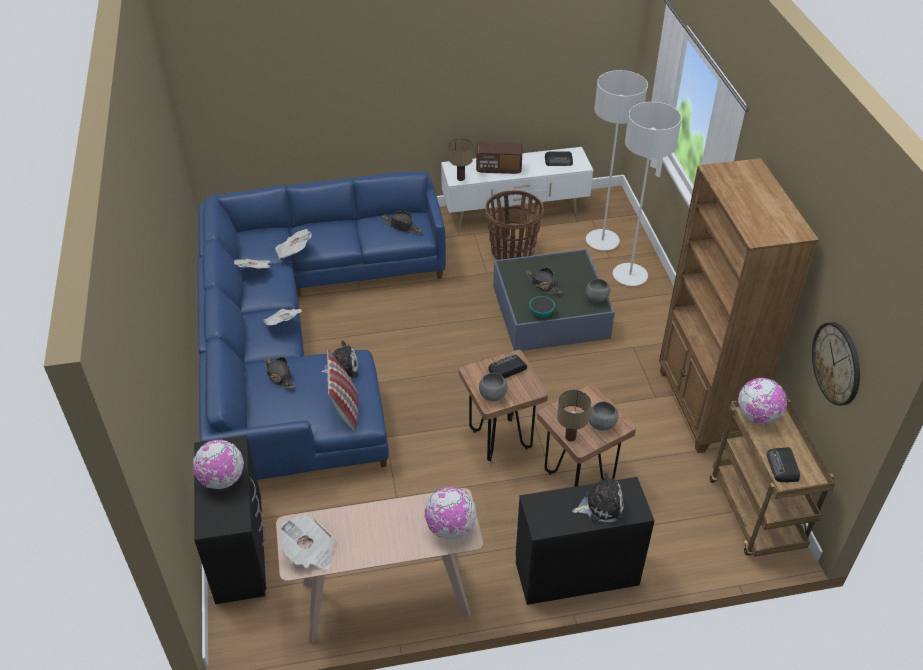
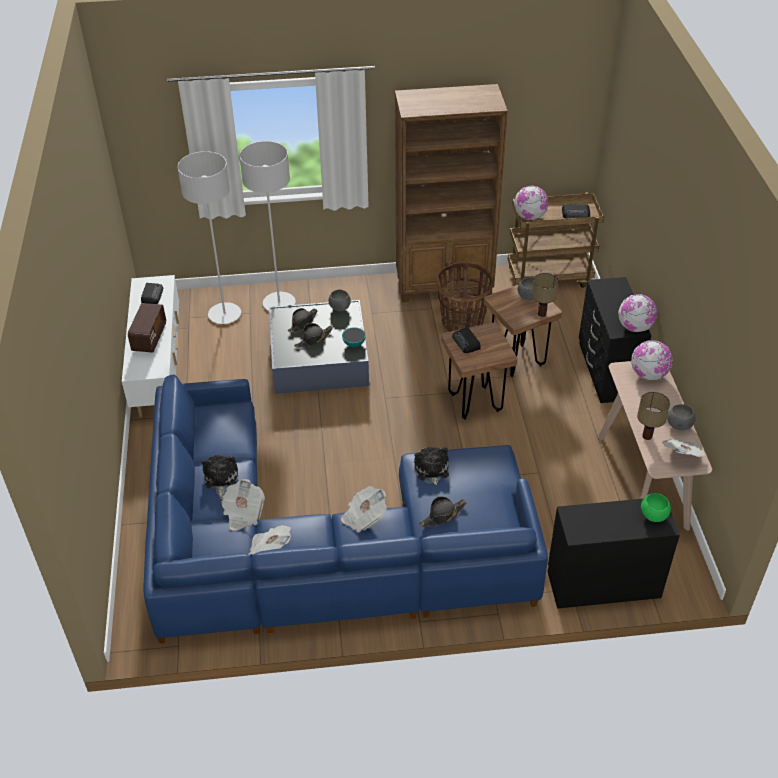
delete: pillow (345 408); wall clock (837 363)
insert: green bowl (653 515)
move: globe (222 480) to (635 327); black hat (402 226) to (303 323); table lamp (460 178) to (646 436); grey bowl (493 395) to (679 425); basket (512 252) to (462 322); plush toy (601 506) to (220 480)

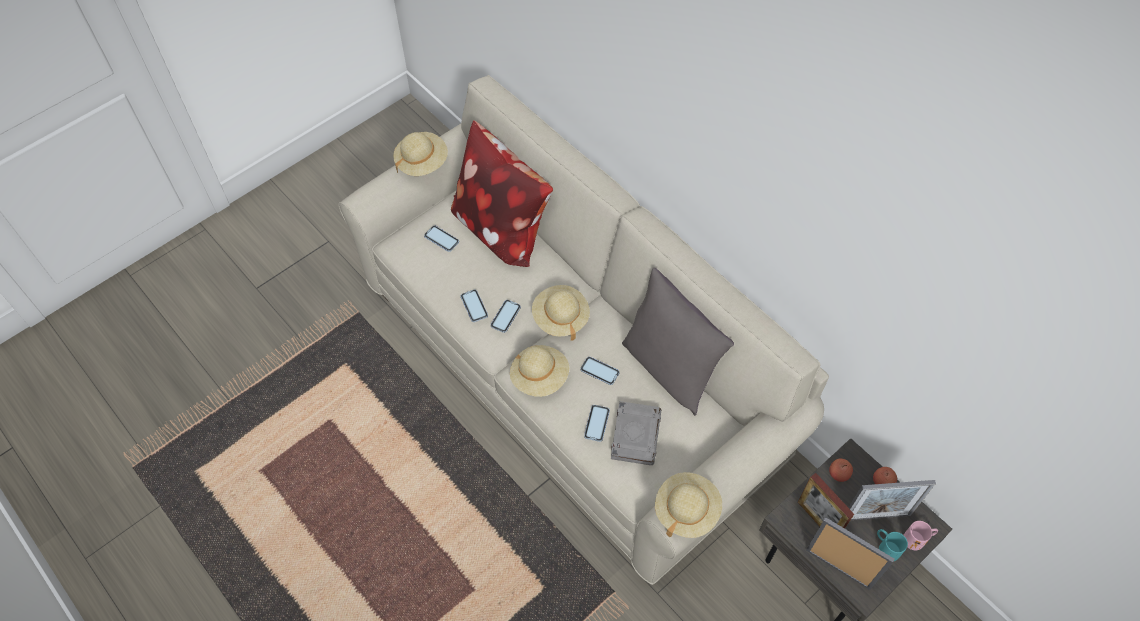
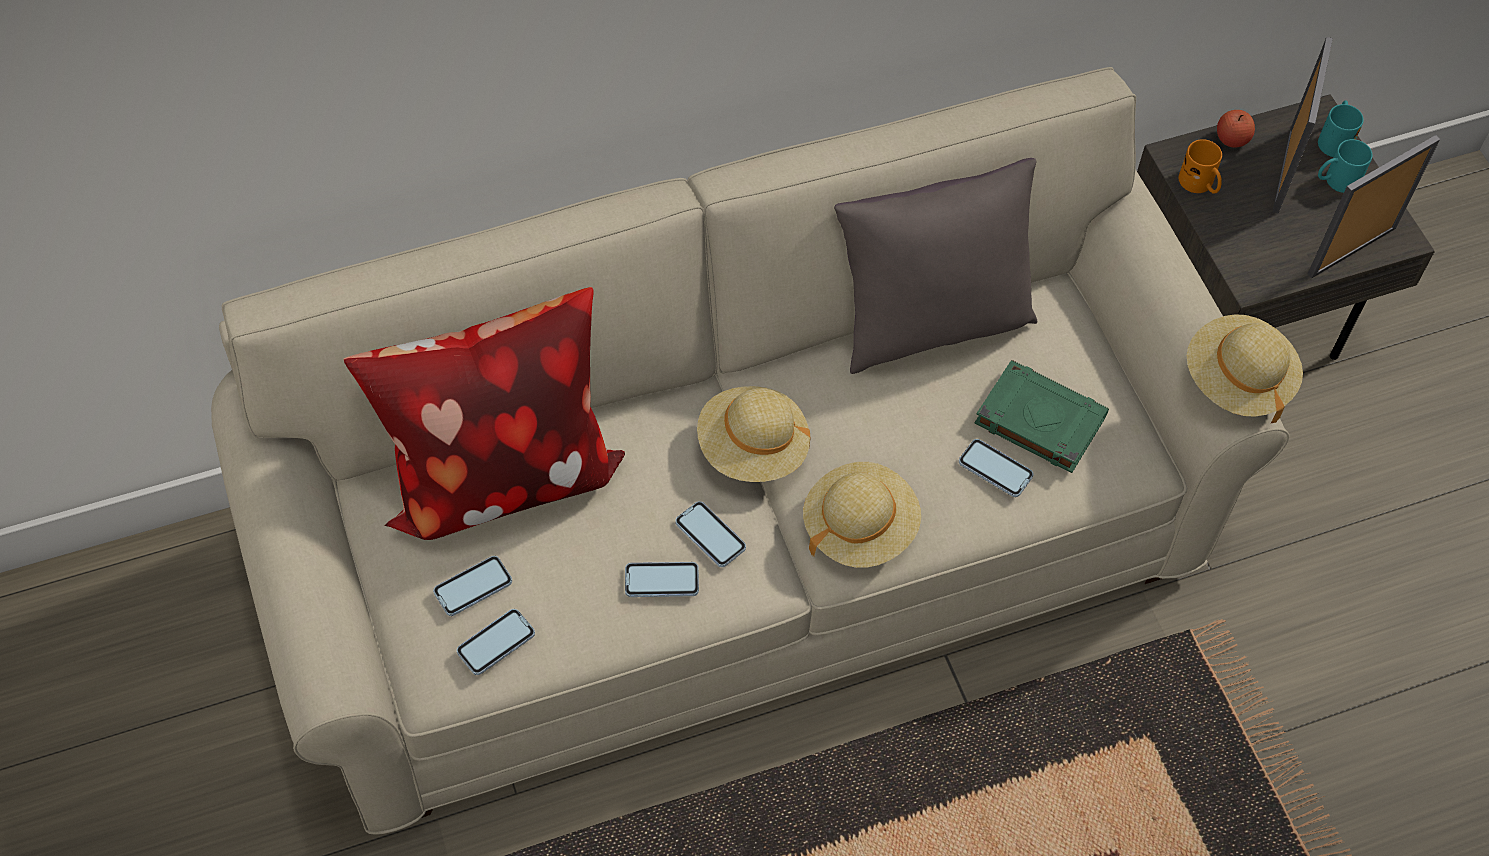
delete: beige hat (422 162); picture frame (818 519)
move: phone (599 371) to (496 643)
replace: apple (838 474) to orange mug (1200 185)
recolor: grey book (635 434) to green book (1038 420); pink mug (918 539) to turquoise mug (1334 138)

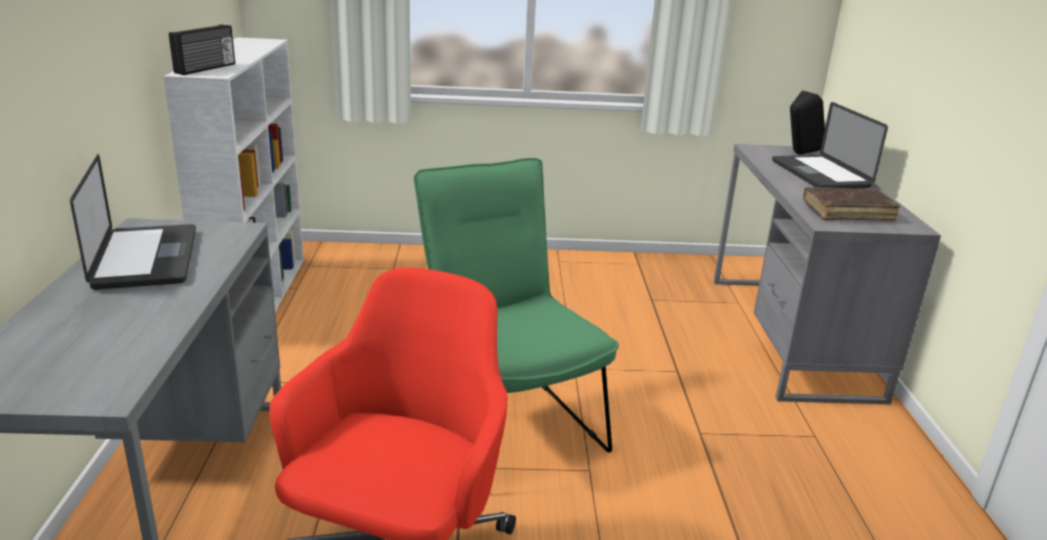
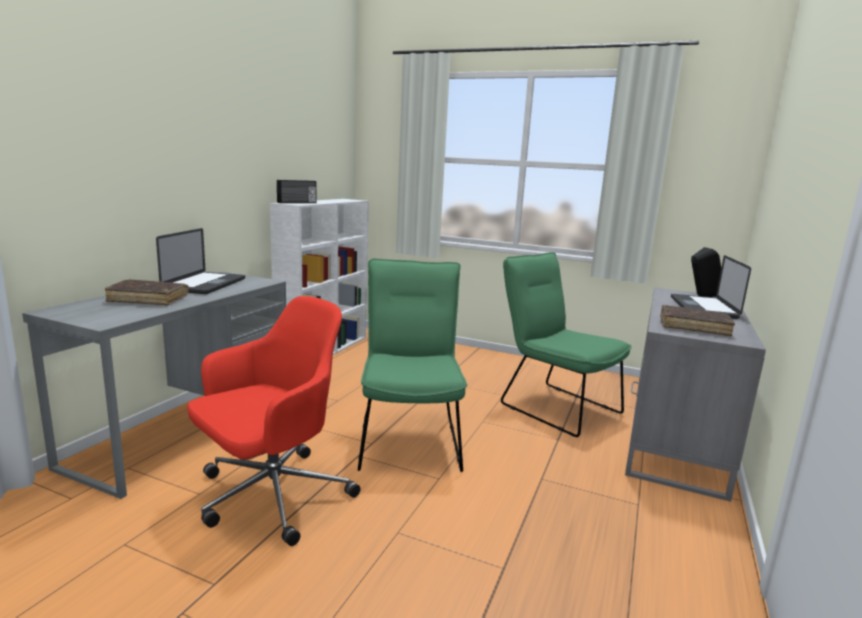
insert: brown book (148 299); green chair (553 406)

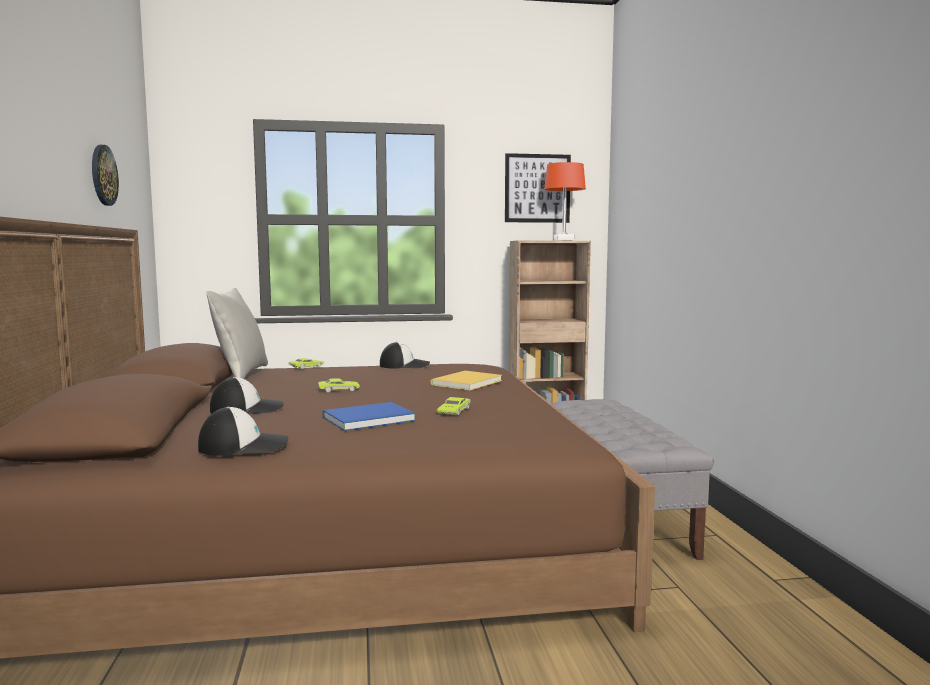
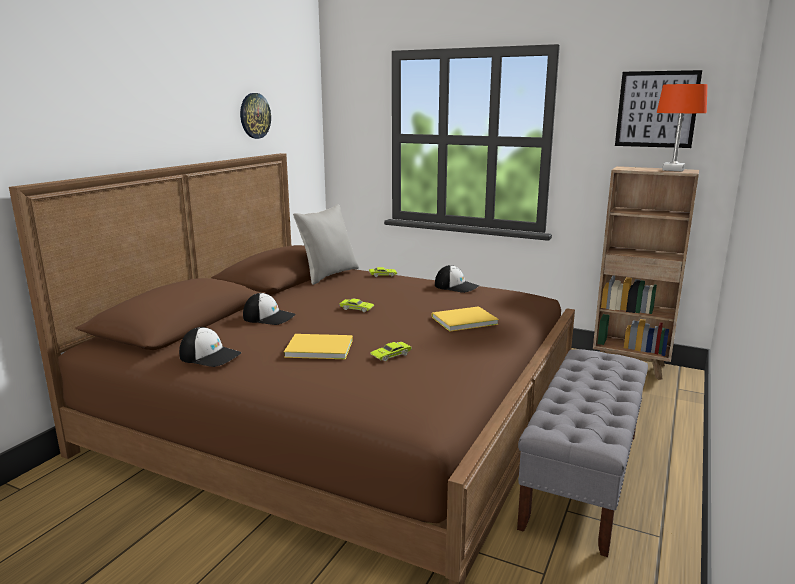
recolor: blue book (365 419) to yellow book (317 348)

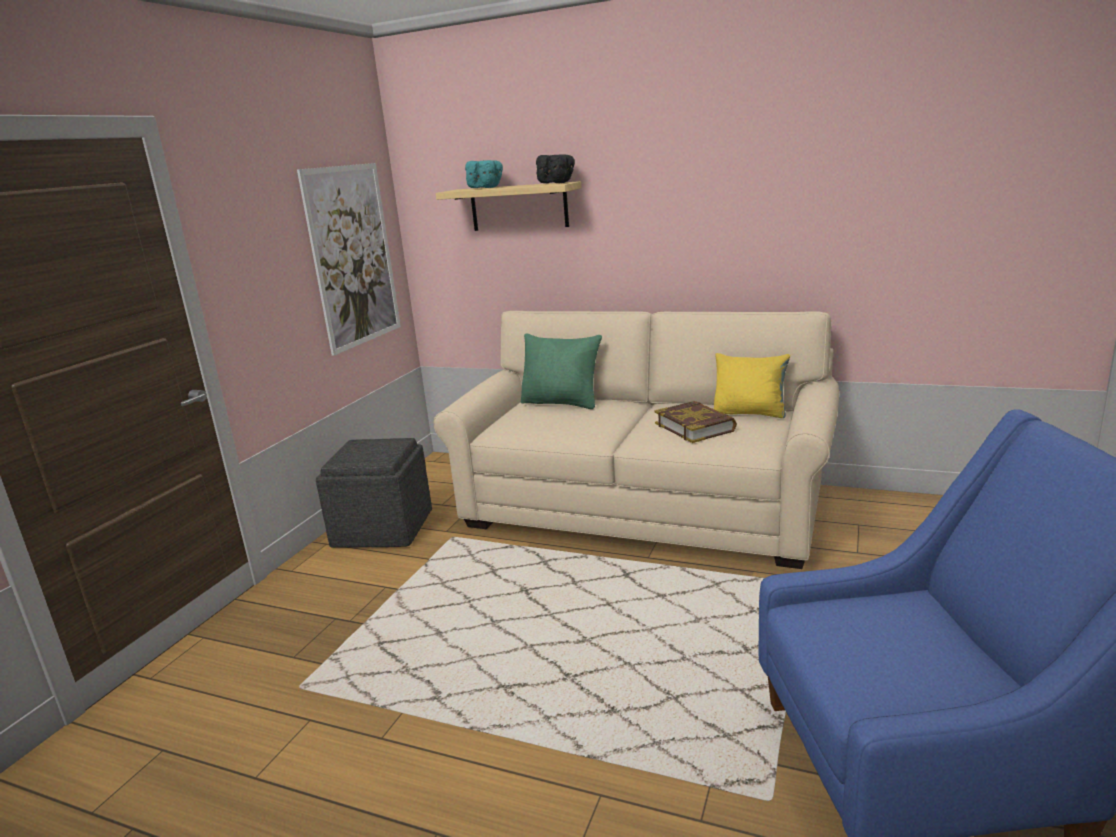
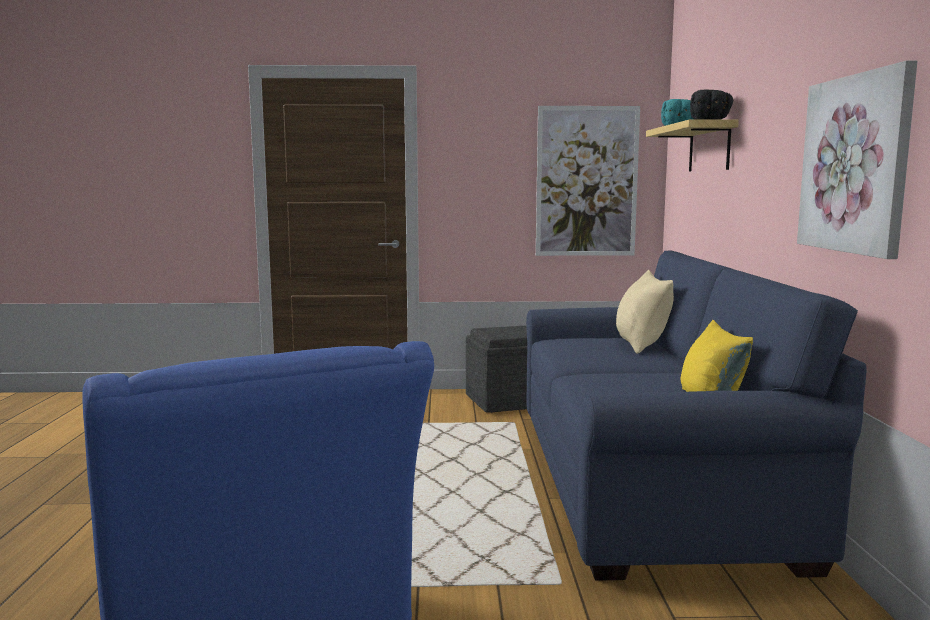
delete: book (695 427)
insert: picture (856 164)
recolor: beige sofa (643 509) to blue sofa (645 482); green pillow (562 403) to beige pillow (641 345)

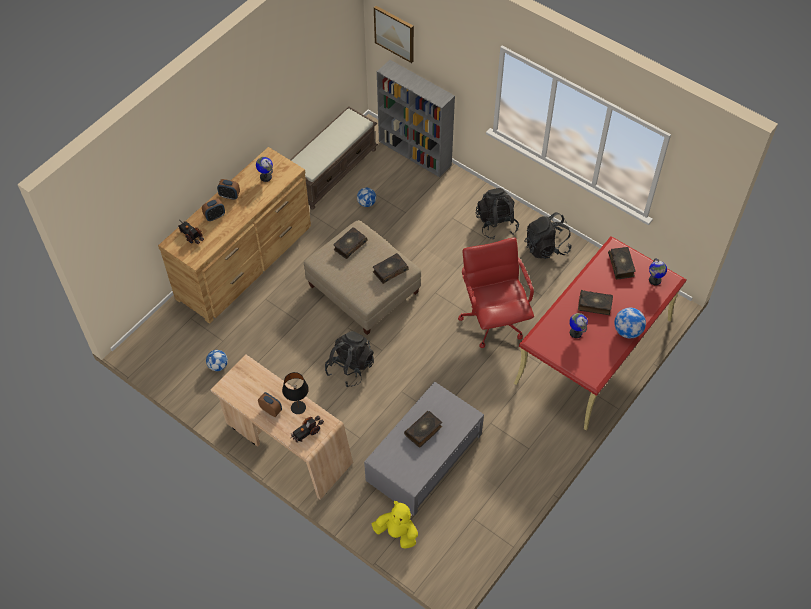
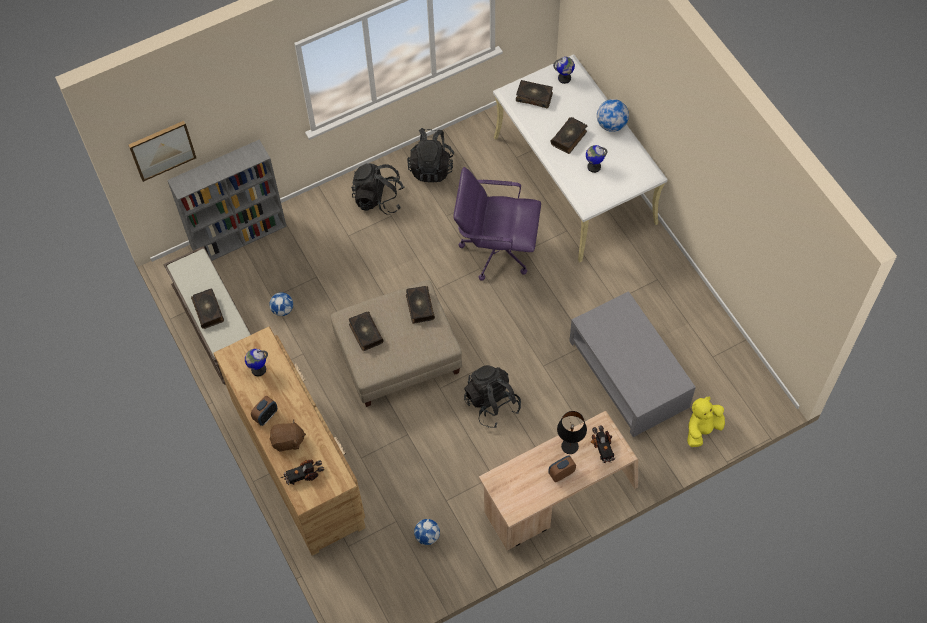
move: book (423 431) to (208 311)
replace: alarm clock (215 216) to brown plush toy (288 441)
recolor: red office chair (493 319) to purple office chair (496 249); red desk (593 351) to white desk (575 180)

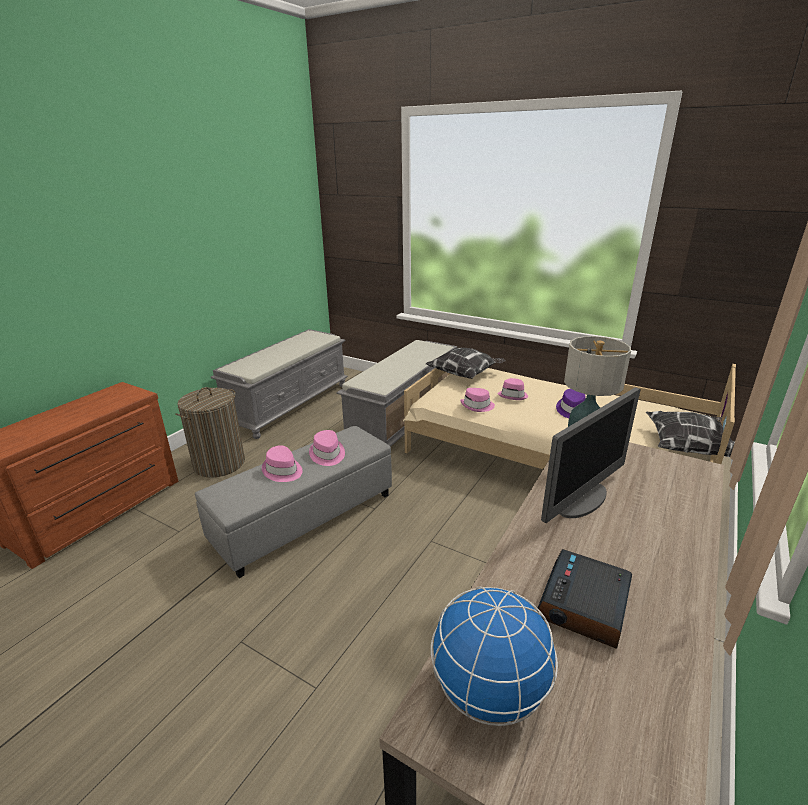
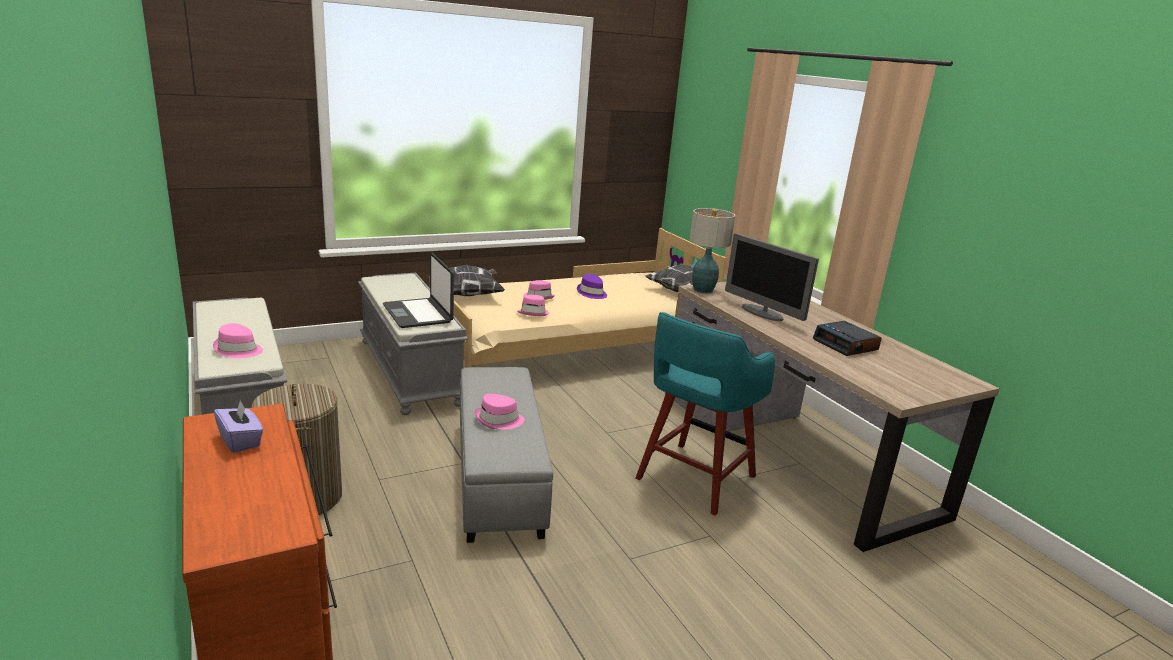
delete: globe (489 692)
insert: purple tissue box (241 441); laptop (418 314); turquoise stool (693 479)
move: pink hat (327 454) to (238 350)
rotate: monitor (582 500) = (762 313) 150 degrees clockwise

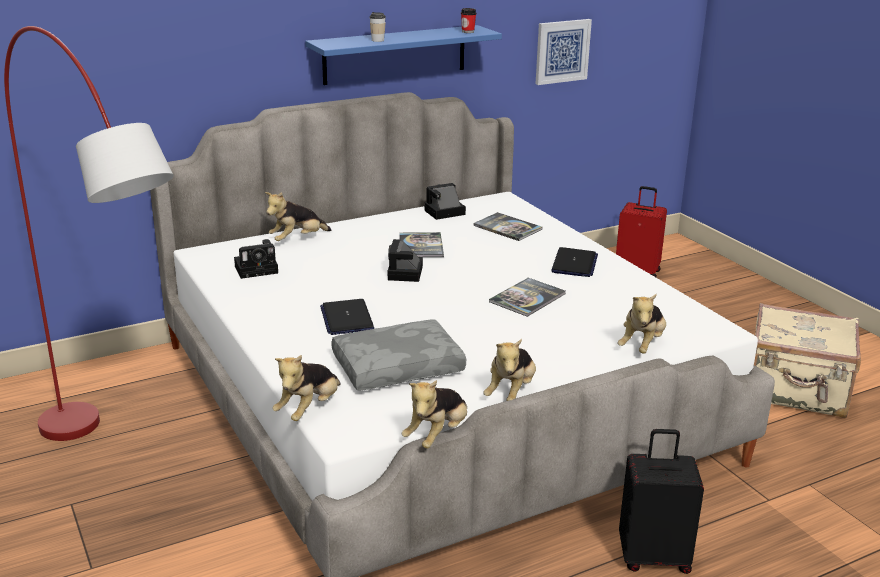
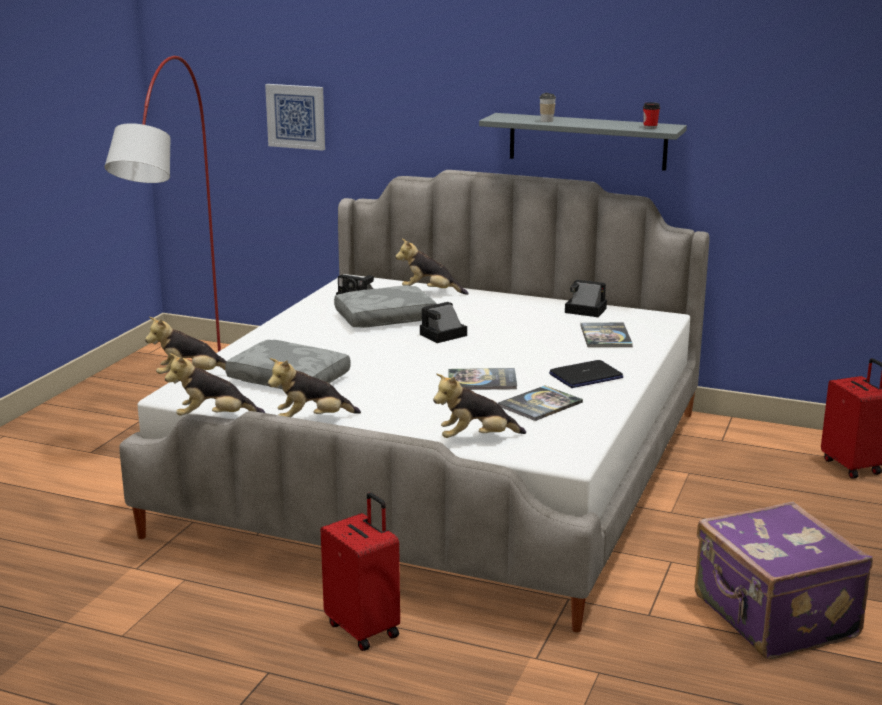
delete: laptop (346 318)
insert: grey pillow (385 319)
move: book (421 246) to (540 404); picture (562 51) to (296 116)
recolor: blue shelf (395 54) to grey shelf (587 141); black suitcase (653 557) to red suitcase (364 629); beige suitcase (797 391) to purple suitcase (773 618)

